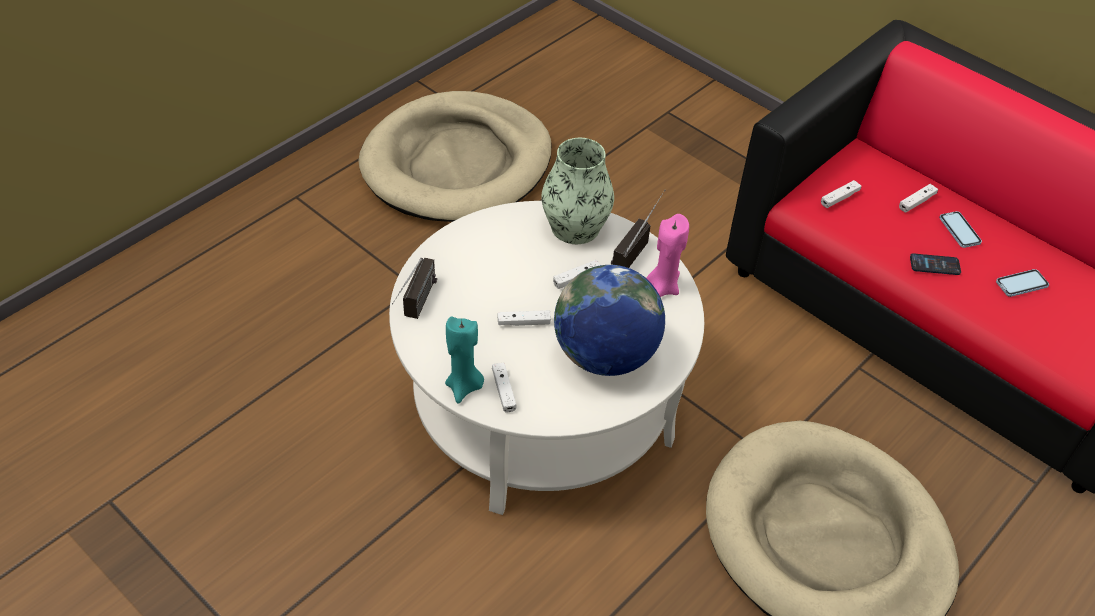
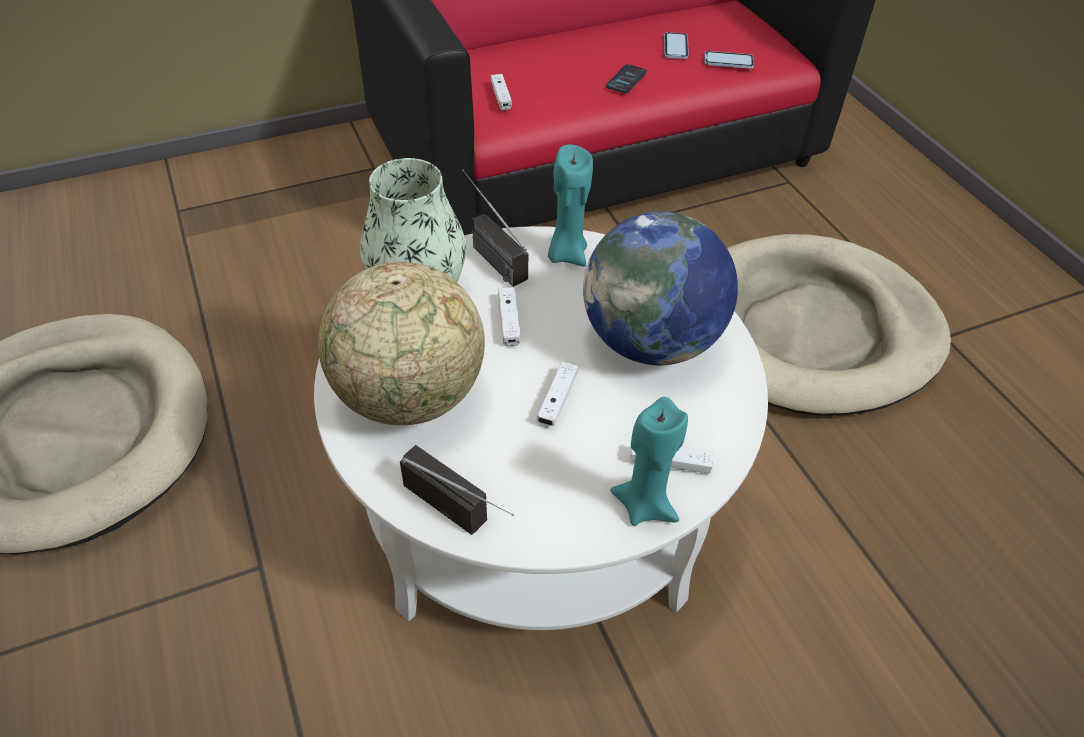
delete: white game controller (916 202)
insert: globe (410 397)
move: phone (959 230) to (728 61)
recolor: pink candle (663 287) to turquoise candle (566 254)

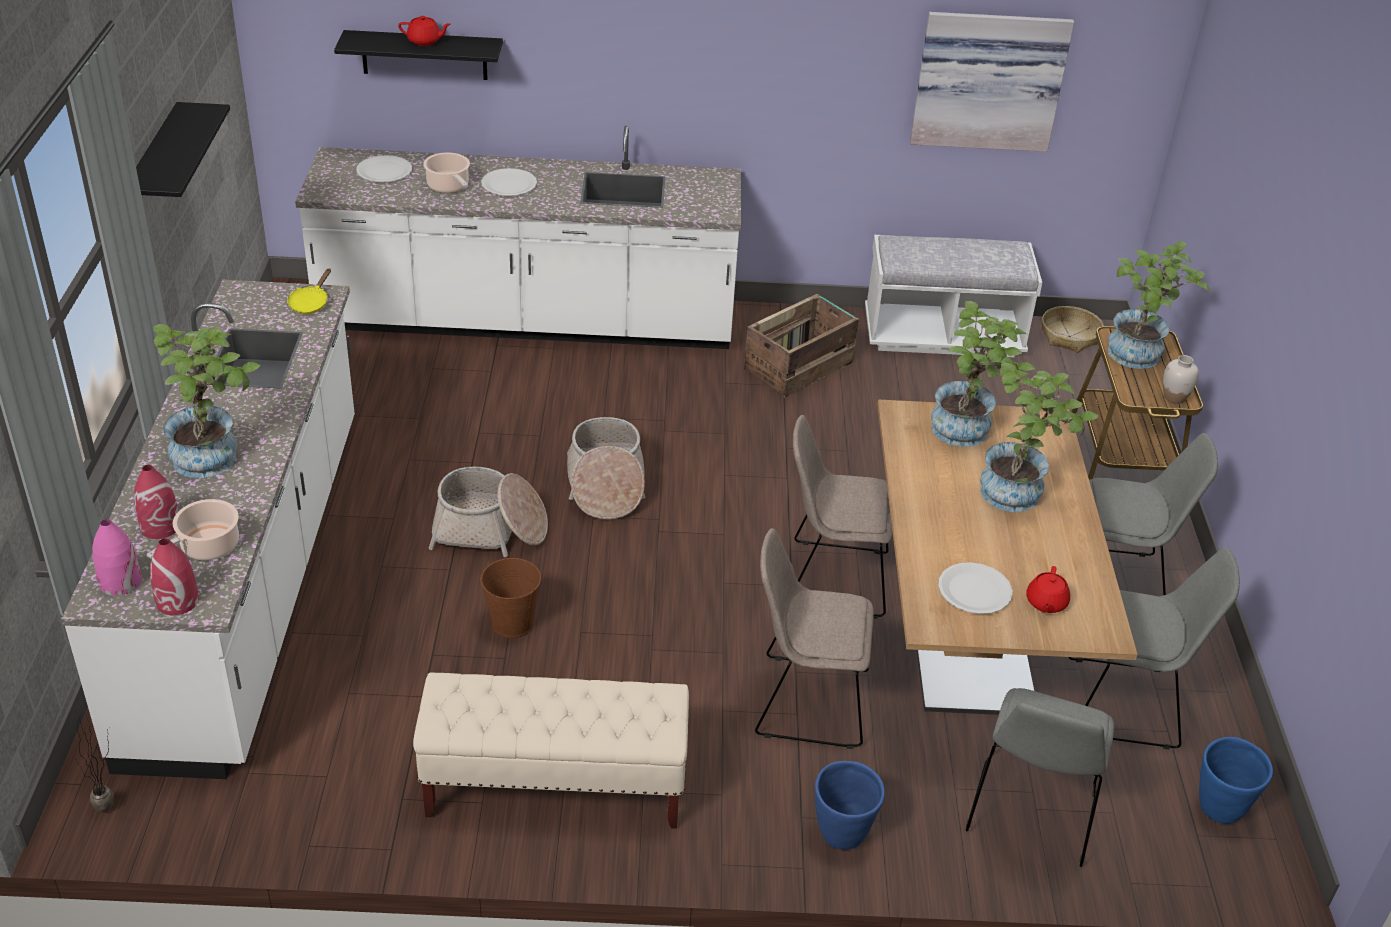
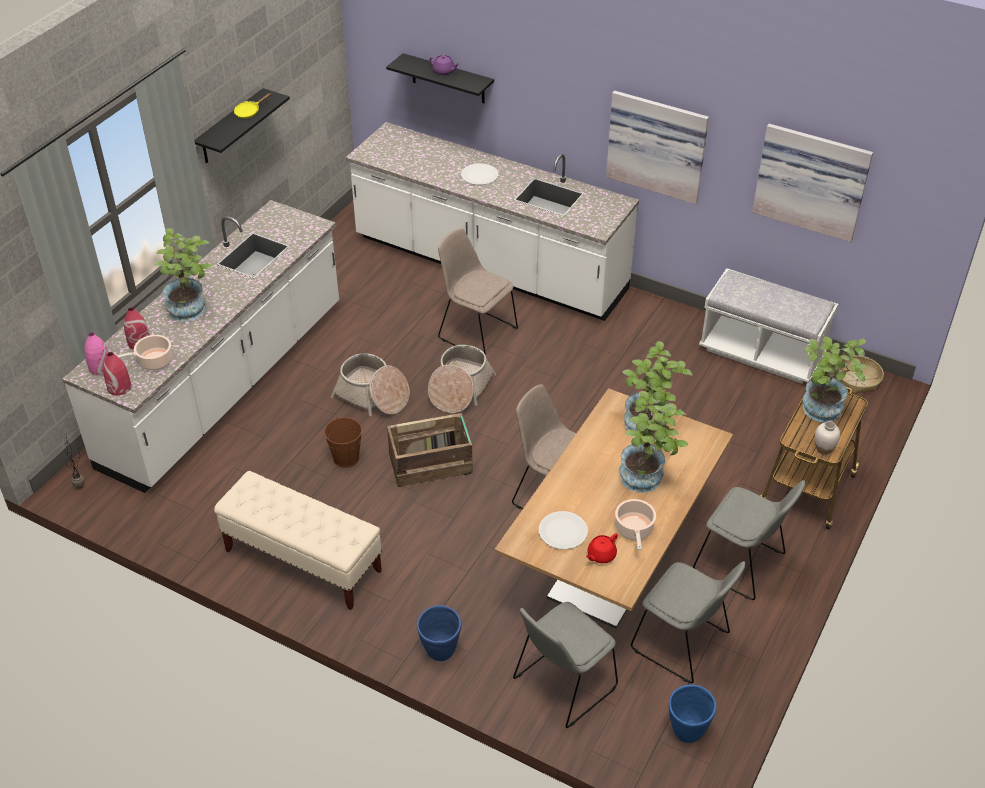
delete: white plate (384 171)
insert: picture (658 145)
move: yellow frying pan (310 303) to (249 112); cooking pot (449 187) to (634 531); crate (800 366) to (432 464); beige chair (806 701) to (475 332)
recolor: red teapot (425 41) to purple teapot (444 71)

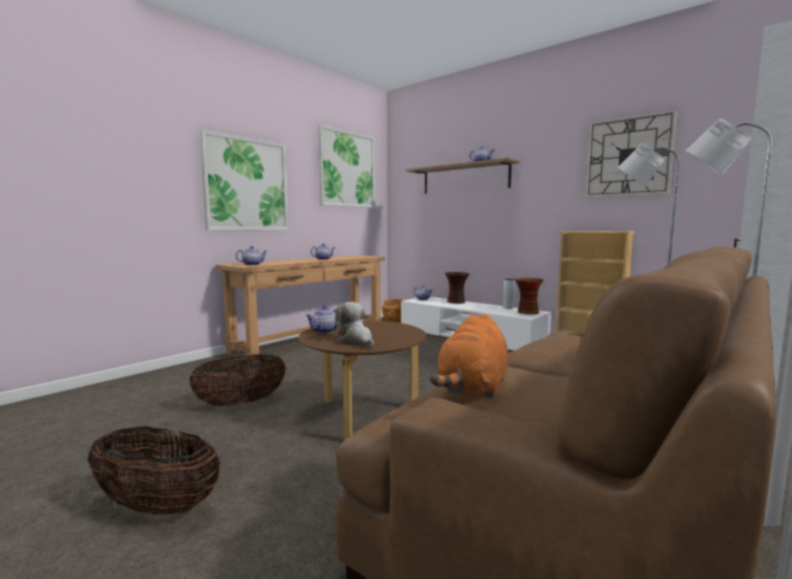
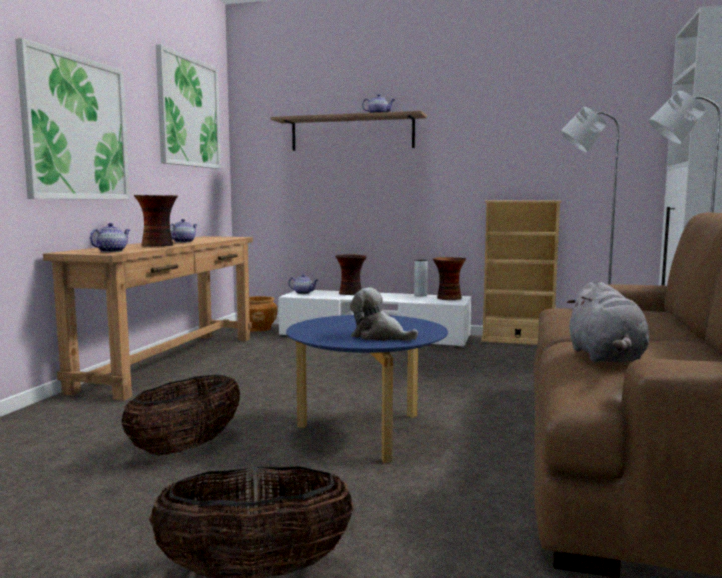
delete: teapot (324 331); wall clock (628 156)
insert: vase (158 245)
recolor: brown coffee table (363 415) to blue coffee table (366 433); orange plush toy (473 388) to grey plush toy (606 358)

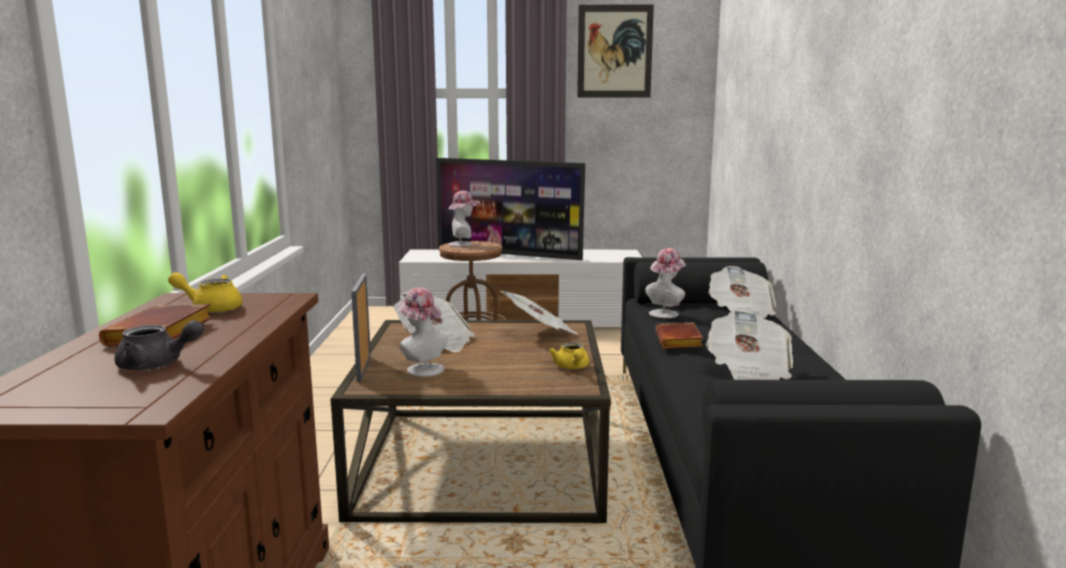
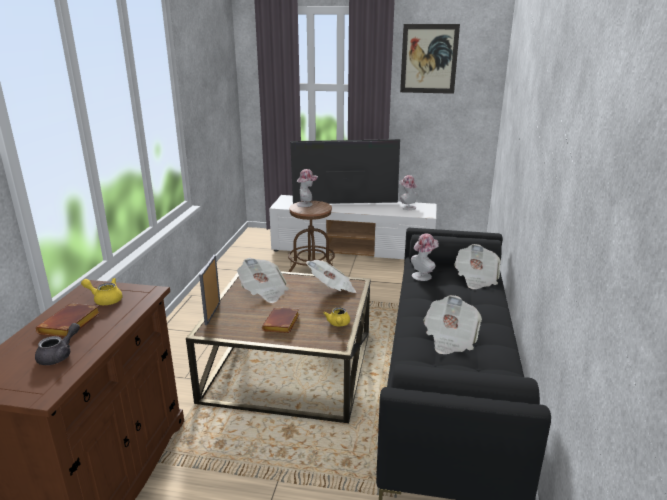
move: hat (421 368) to (407 207); brown book (680 342) to (282 324)
rotate: grey teapot (157 365) = (59 355) 75 degrees counterclockwise; television (509 254) = (345 204) 150 degrees clockwise

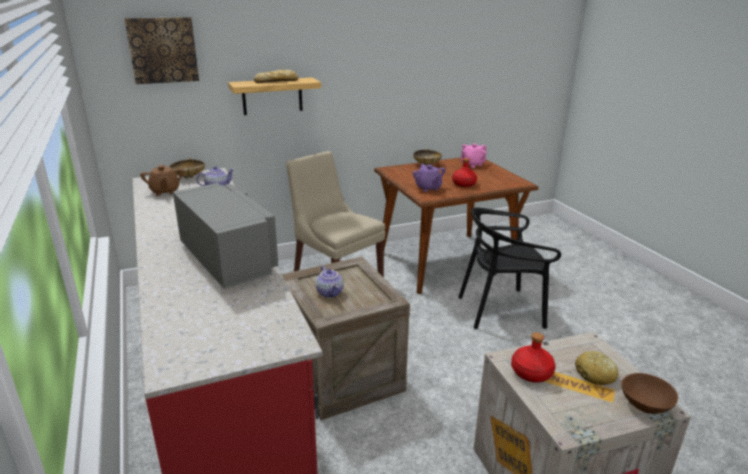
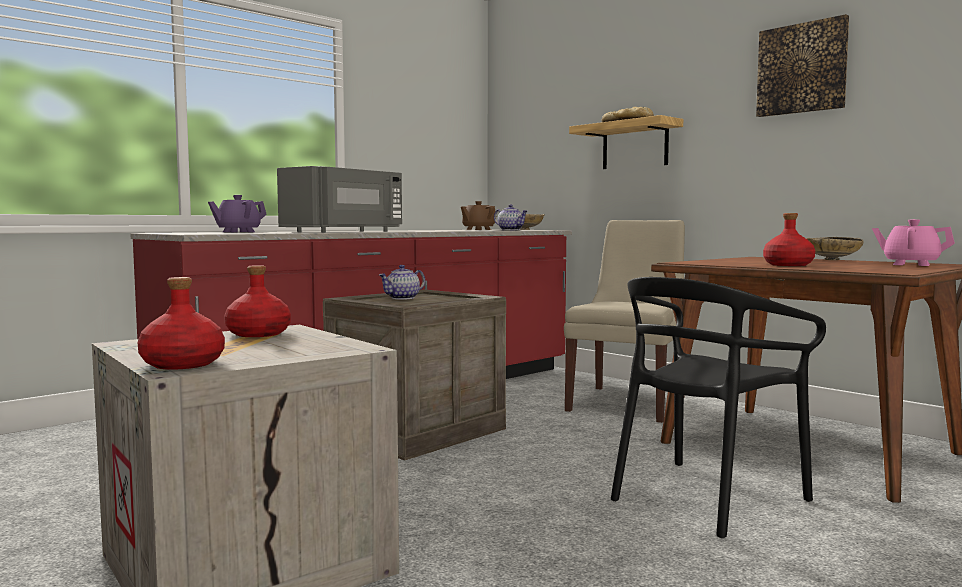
delete: bread (595 374)
move: picture (163 50) to (802 68); purple teapot (428 188) to (238 232)
replace: brown bowl (644 404) to red bottle (183 364)
rotate: black chair (501 310) = (706 497) 105 degrees counterclockwise

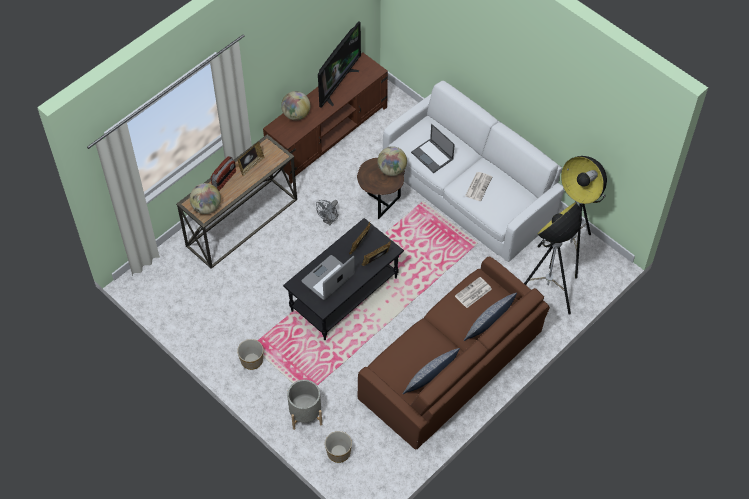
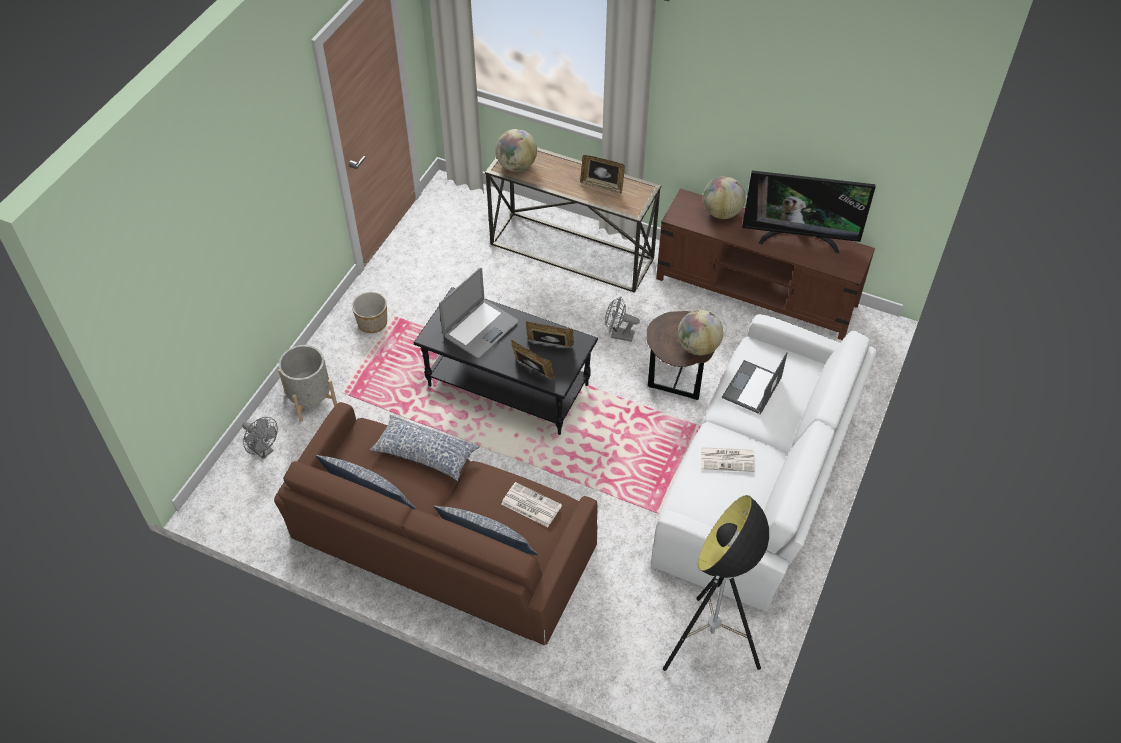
delete: radio (224 180); floor lamp (546 294)
insert: pillow (425 454)
replace: planter (338 452) to grey fan (263 451)
rotate: laptop (328 278) = (480 329) 105 degrees clockwise

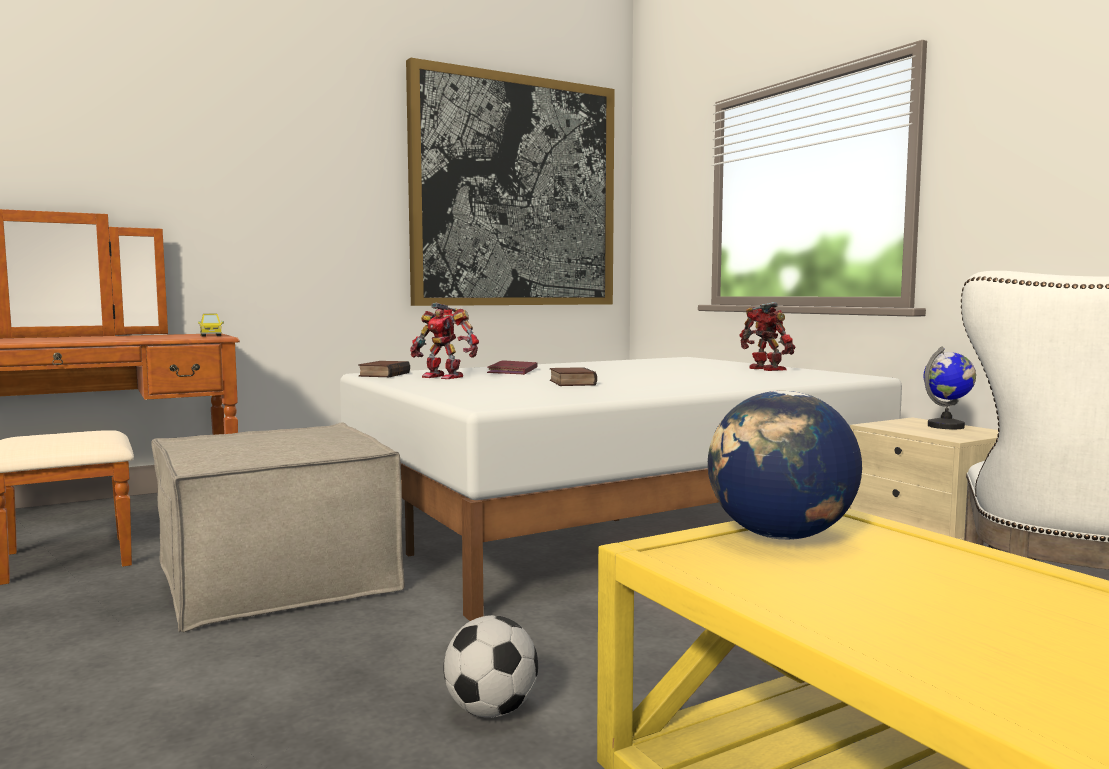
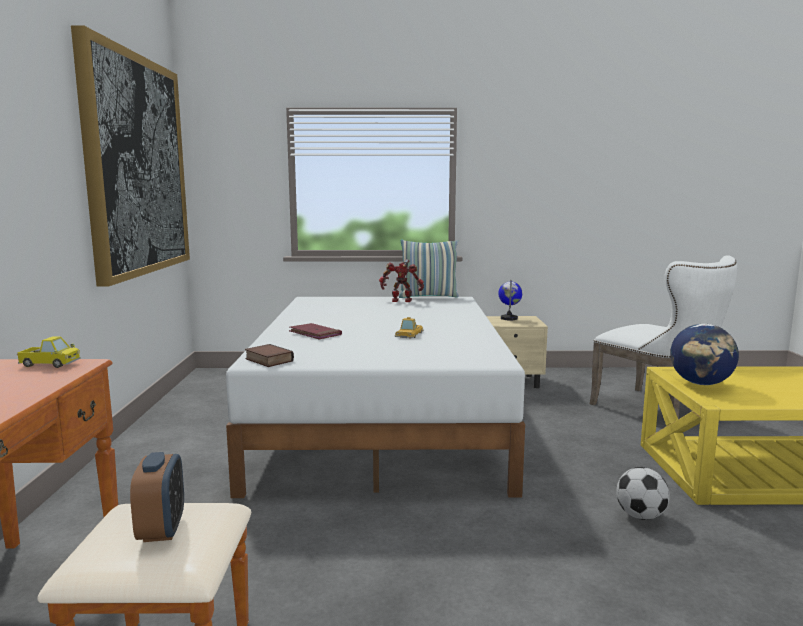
delete: beige ottoman (277 578); toy robot (444 377)
insert: alarm clock (162 529); pillow (428 296)
replace: book (570 382) to toy car (408 334)

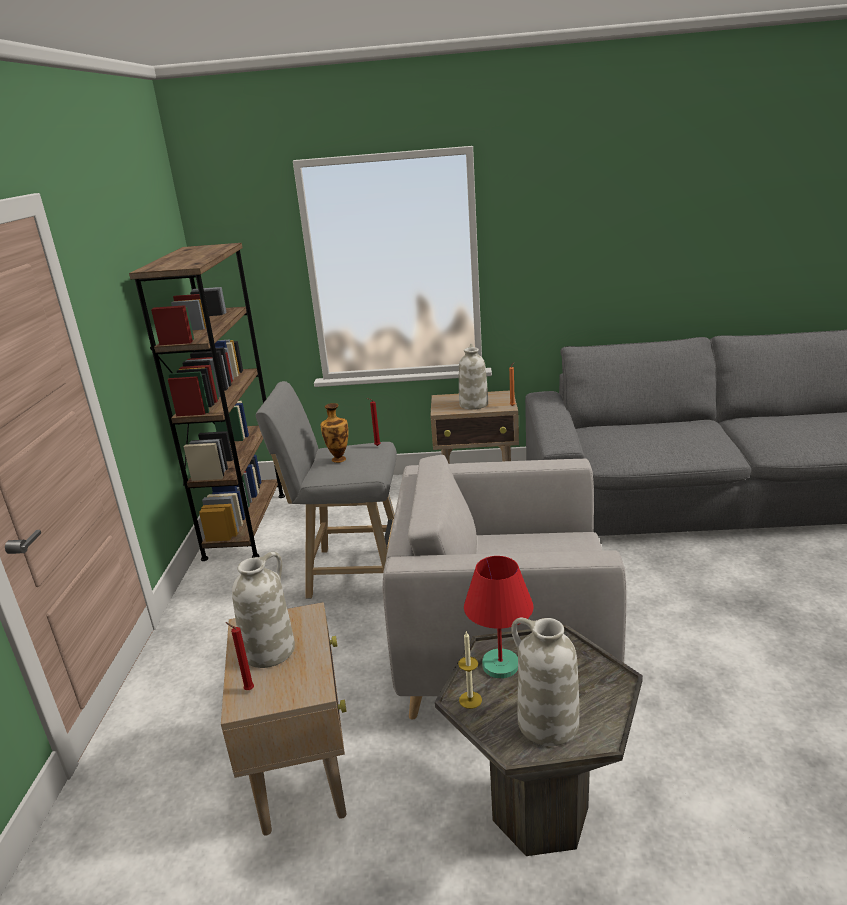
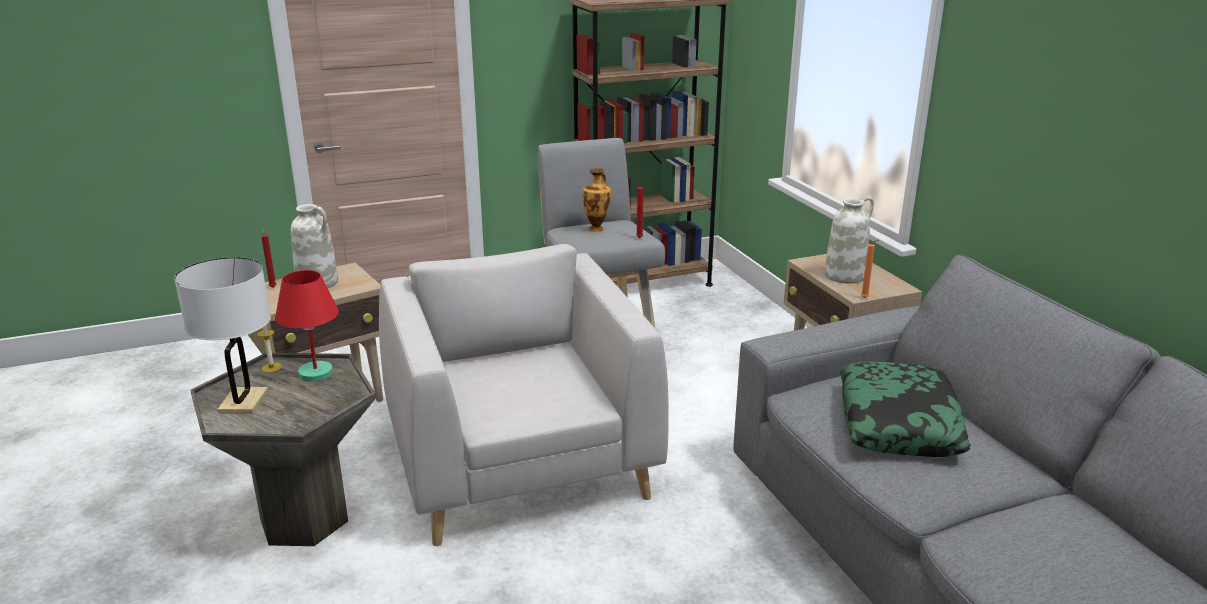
insert: pillow (898 423)
replace: white vase (546 723) to white table lamp (243 402)

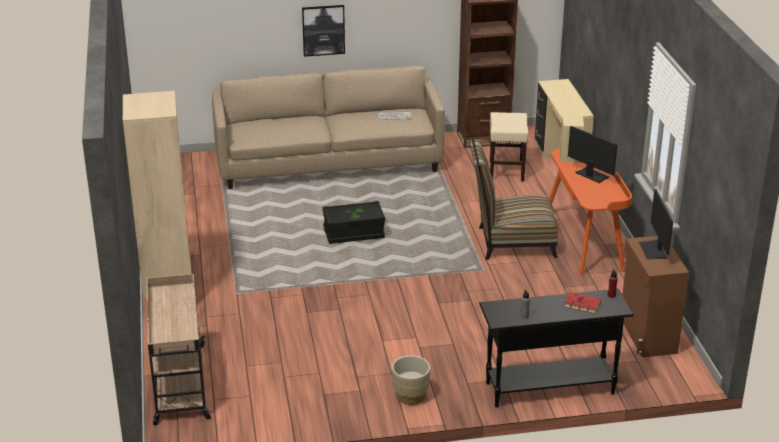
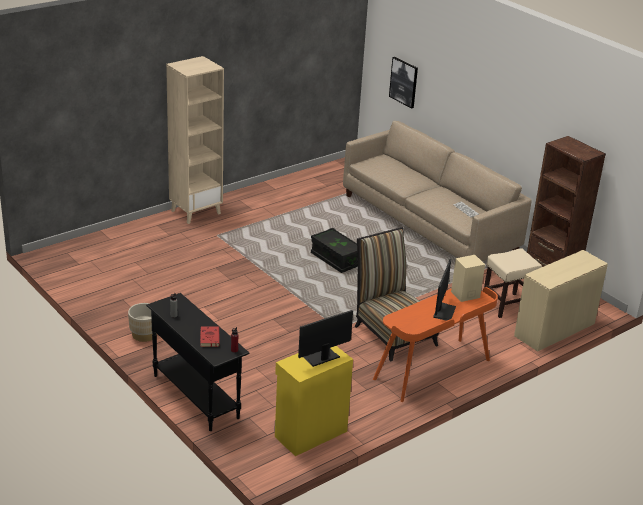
delete: beige cart (179 385)
move: picture (323 30) to (404 82)
recolor: brown cabinet (647 335) to yellow cabinet (309 433)

